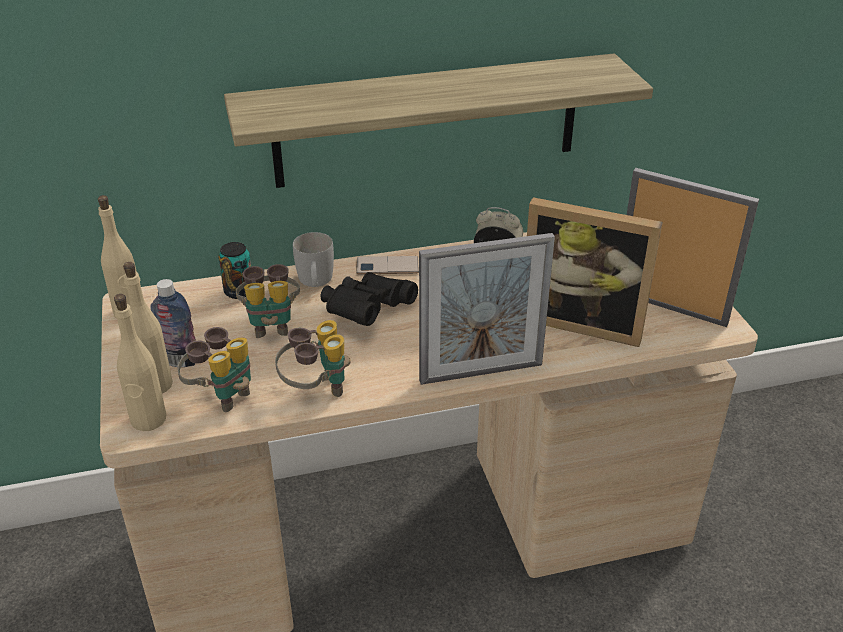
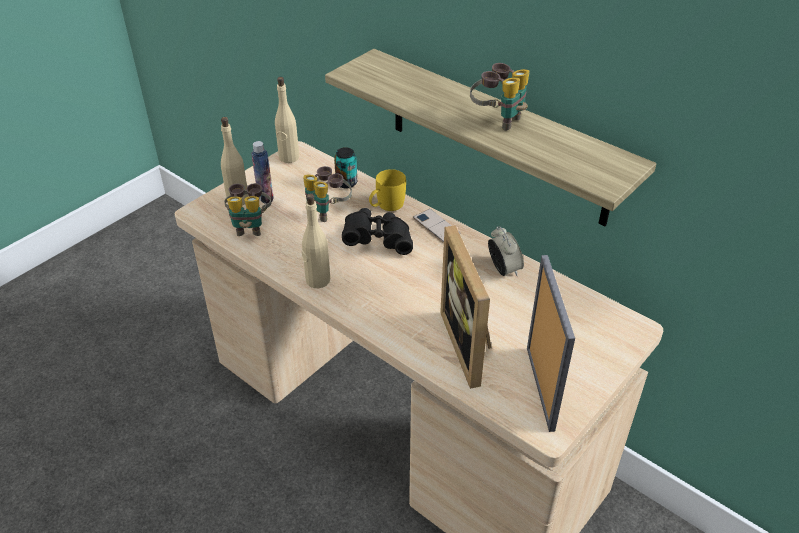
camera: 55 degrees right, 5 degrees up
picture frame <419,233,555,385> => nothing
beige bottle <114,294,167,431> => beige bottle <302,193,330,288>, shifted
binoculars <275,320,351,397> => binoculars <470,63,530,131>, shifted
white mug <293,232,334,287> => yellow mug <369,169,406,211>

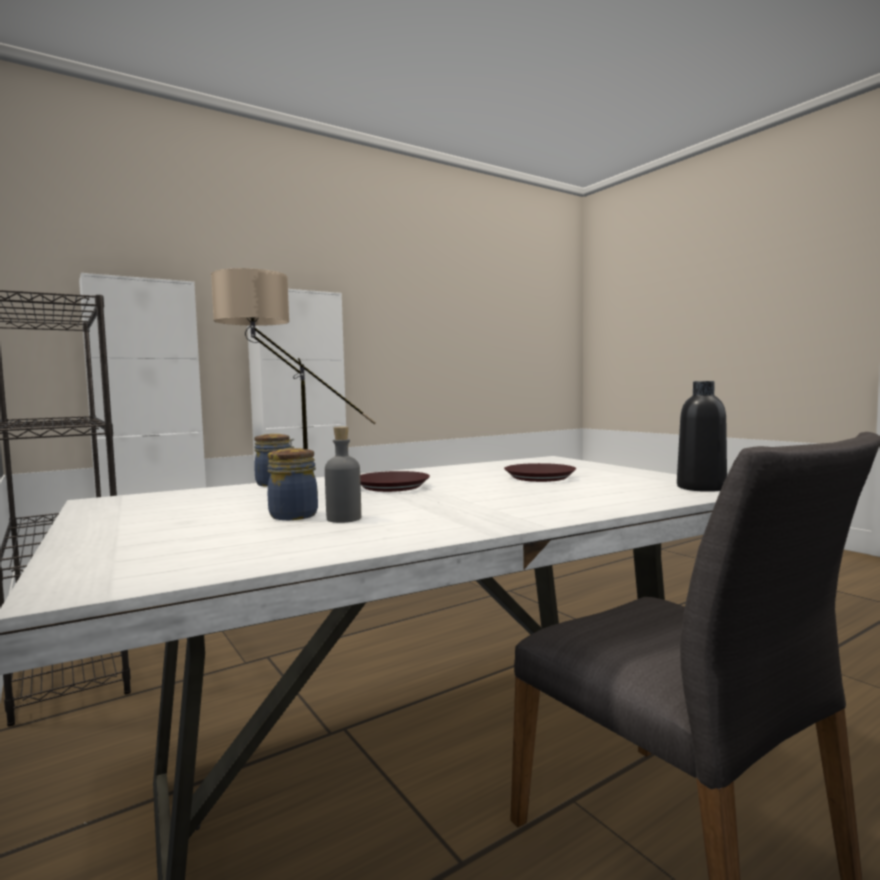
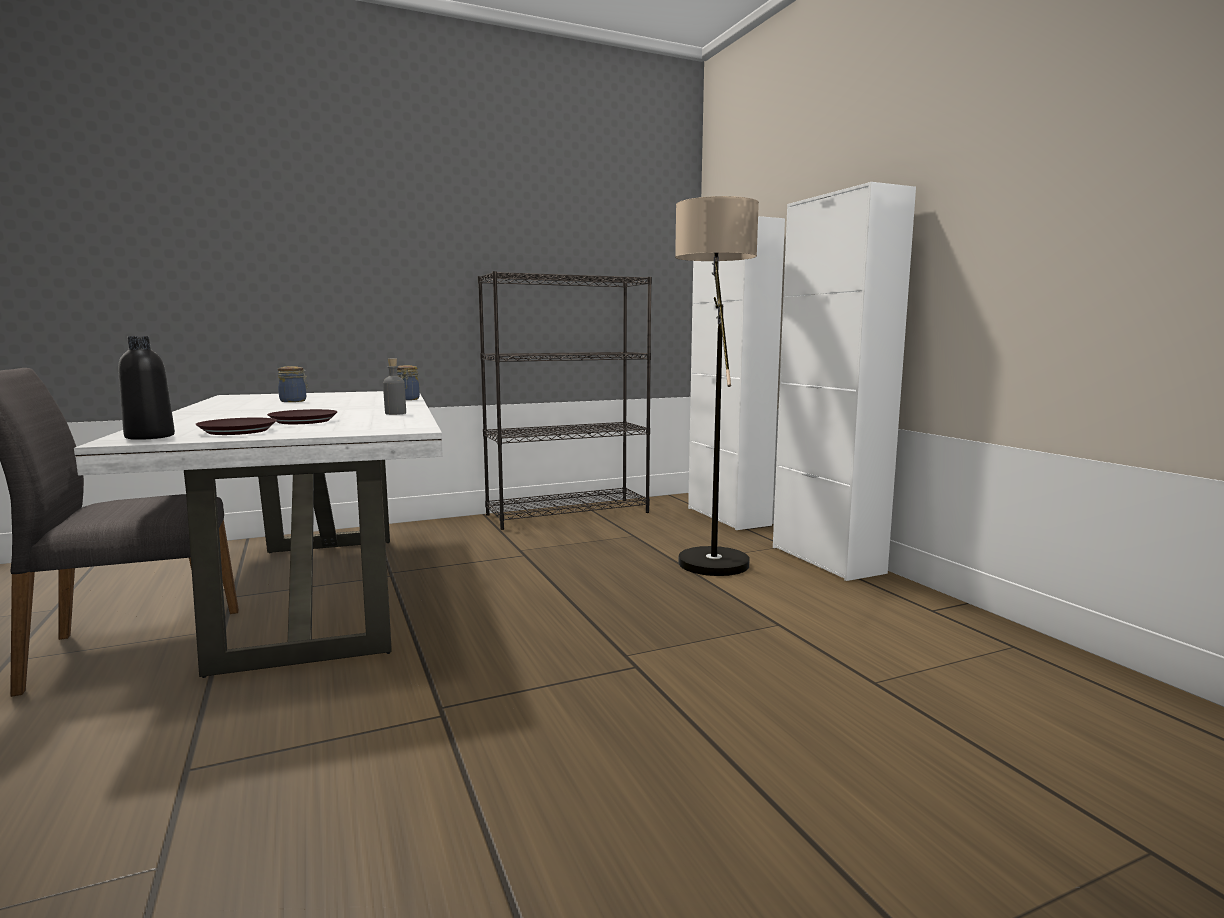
camera: 100 degrees right, 5 degrees up
grey bottle <325,426,361,523> => grey bottle <383,359,406,415>, shifted
brown plate <360,471,430,492> => brown plate <195,418,277,435>, shifted

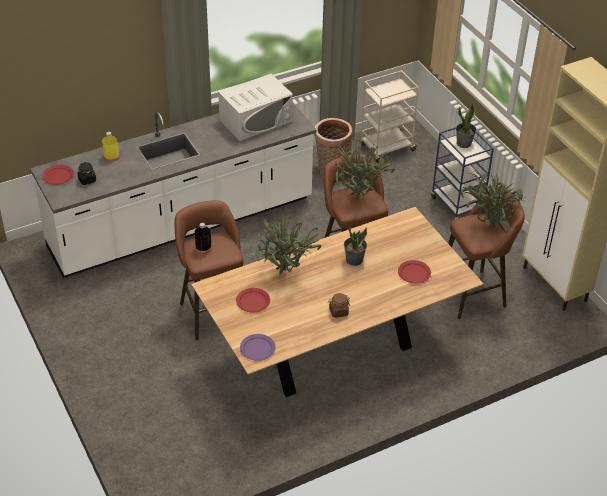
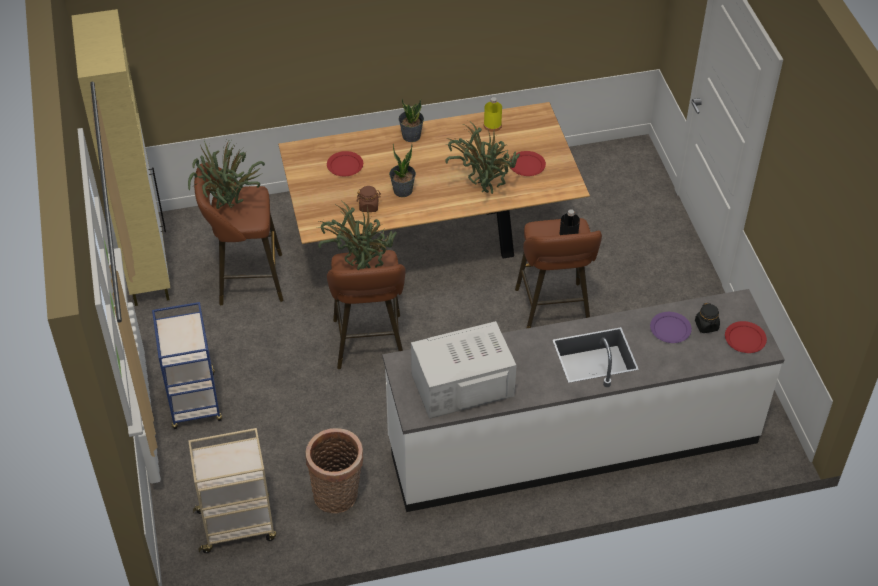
camera: 165 degrees left, 5 degrees up
yellow bottle <102,132,119,162> => yellow bottle <484,97,502,132>, shifted
purple plate <240,334,276,361> => purple plate <650,312,692,343>, shifted
brown jar <328,293,350,318> => brown jar <357,186,381,212>, shifted
potted plant <456,104,476,148> => potted plant <399,98,424,142>, shifted

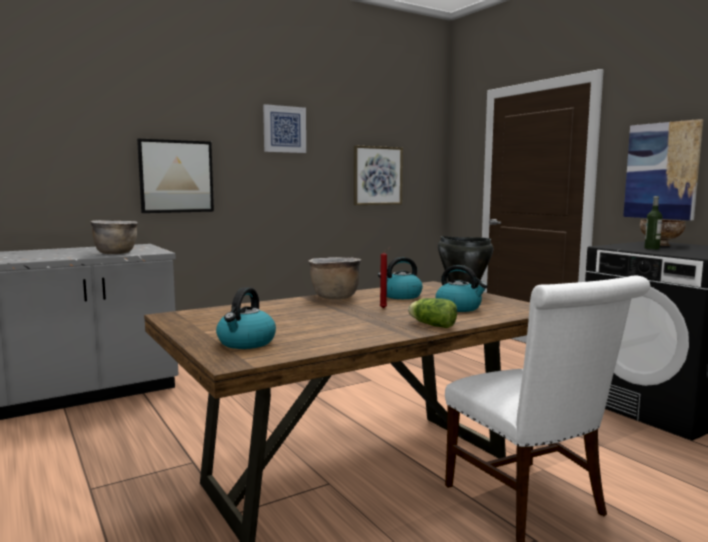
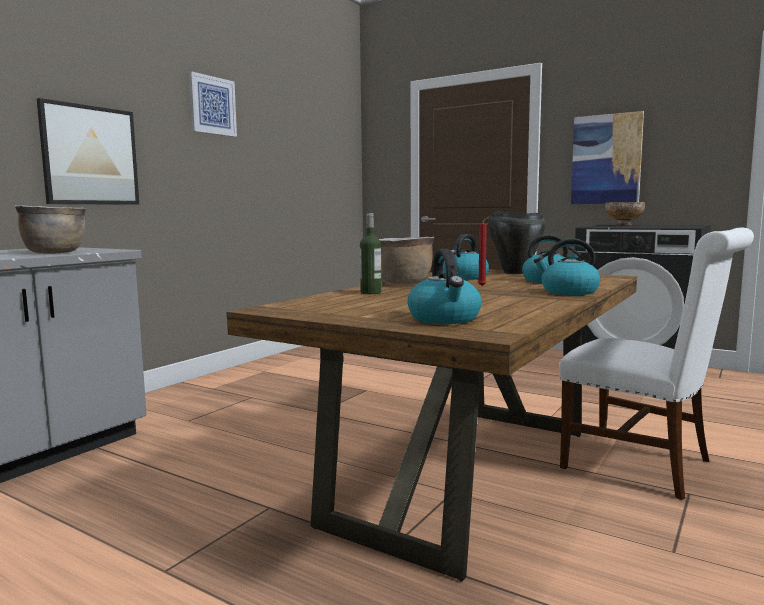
camera: 25 degrees left, 0 degrees up
picture <354,145,403,205> => nothing
bottle <644,196,662,249> => bottle <360,213,381,294>, shifted
lettuce <408,298,457,328> => kettle <533,238,600,295>

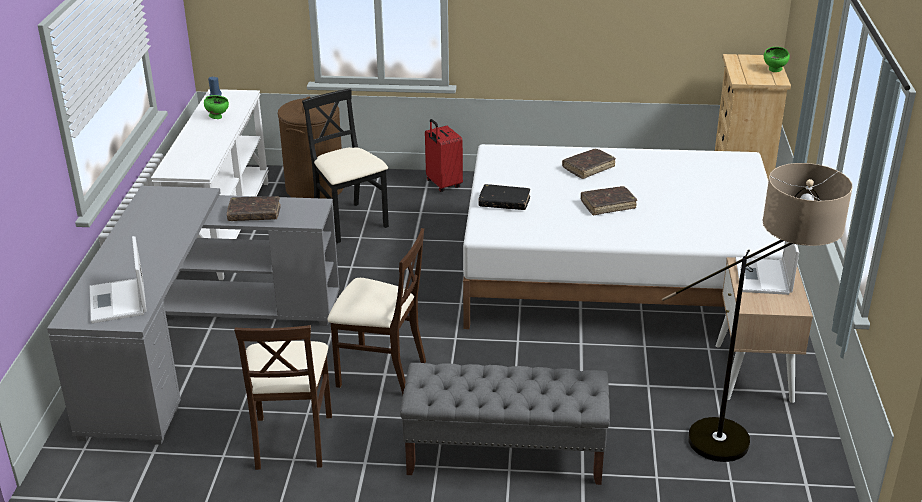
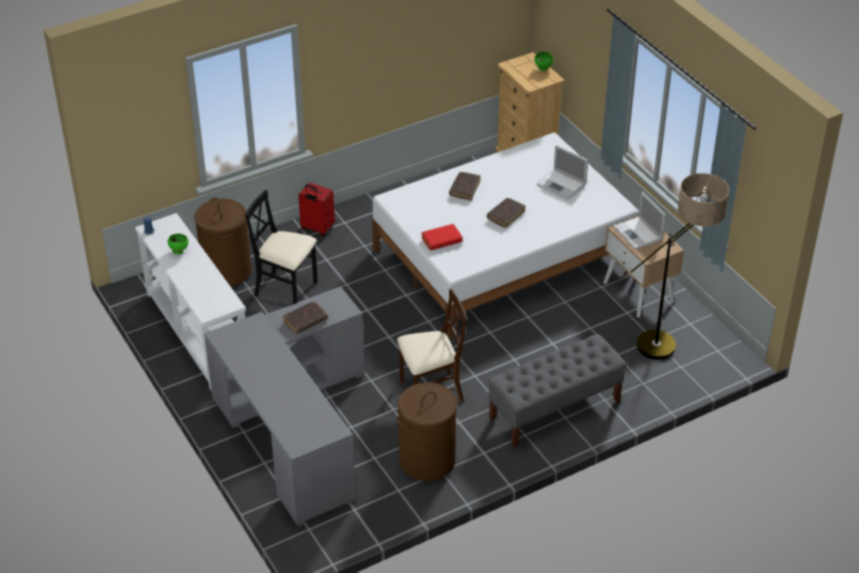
camera: 35 degrees left, 10 degrees up
laptop <90,236,147,323> => laptop <536,145,588,199>, shifted
beige chair <234,325,332,470> => brown laundry basket <396,383,459,481>
black book <478,184,530,210> => red book <421,224,463,250>

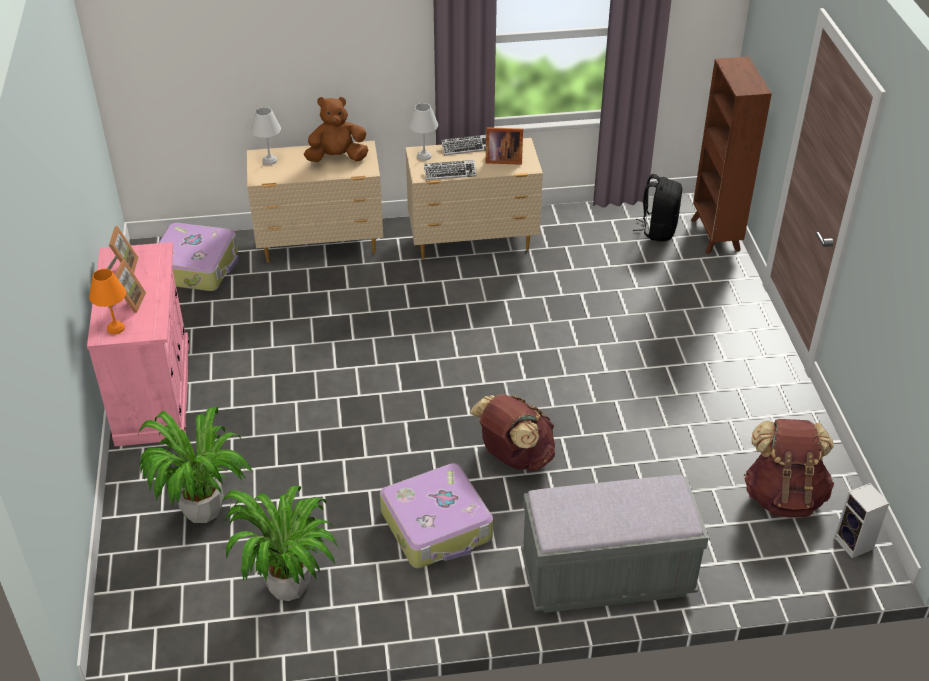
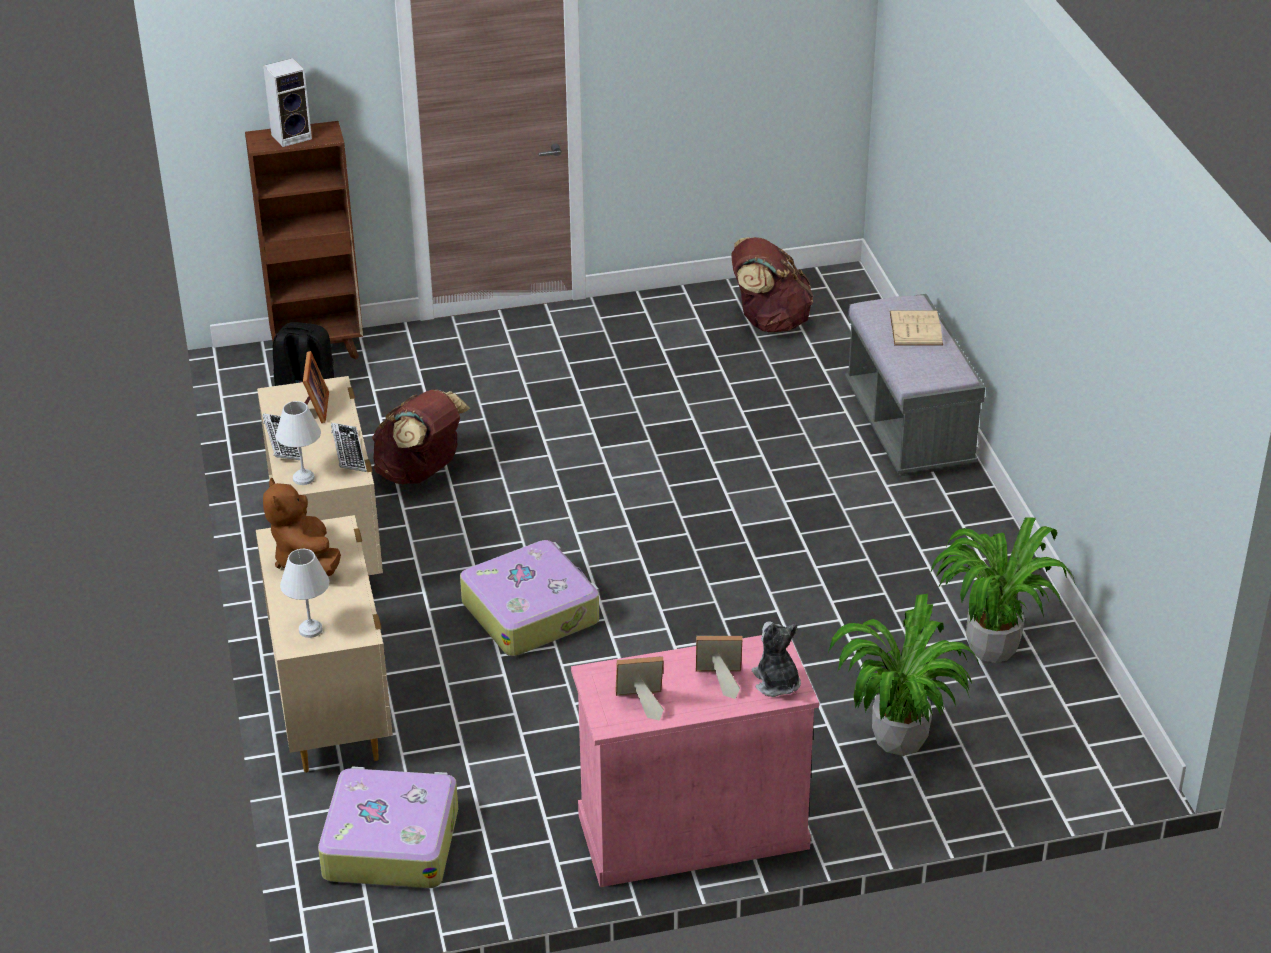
camera: 95 degrees left, 5 degrees down
nothing => beige book <890,311,943,345>
suitcase <380,463,493,568> => suitcase <460,540,599,656>, shifted
brown backpack <470,395,555,471> => brown backpack <372,390,470,484>, shifted
speaker <834,483,889,558> => speaker <263,58,312,147>, shifted
orange table lamp <89,269,126,334> => plush toy <752,621,801,697>

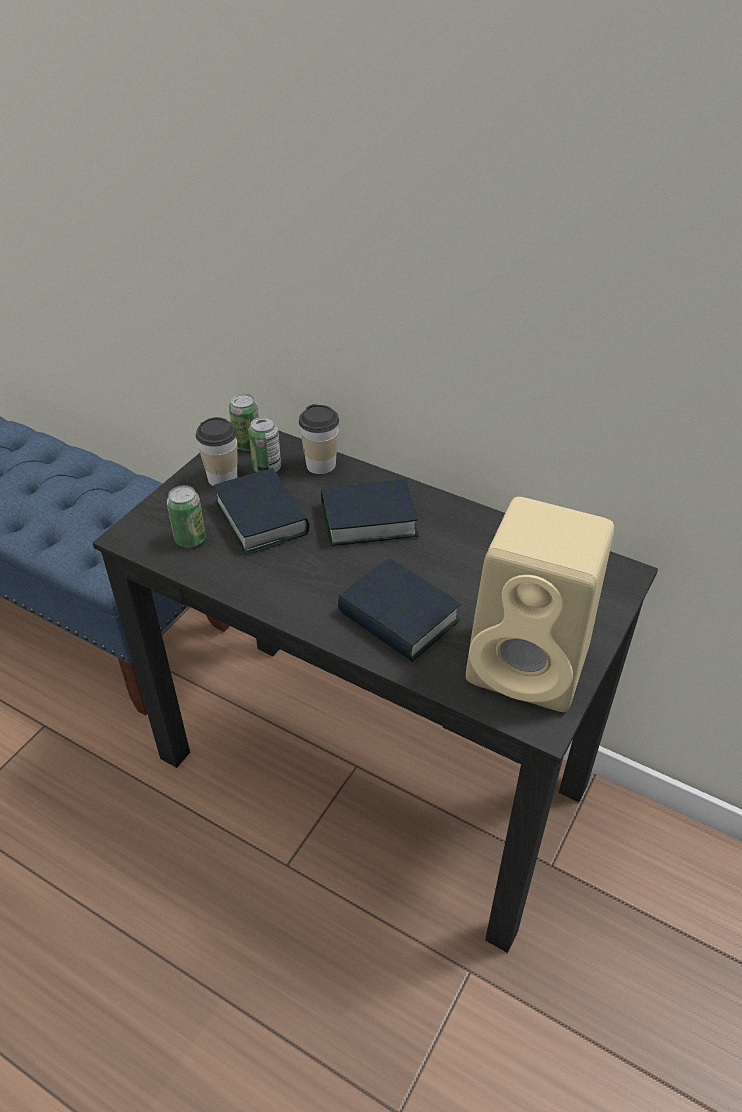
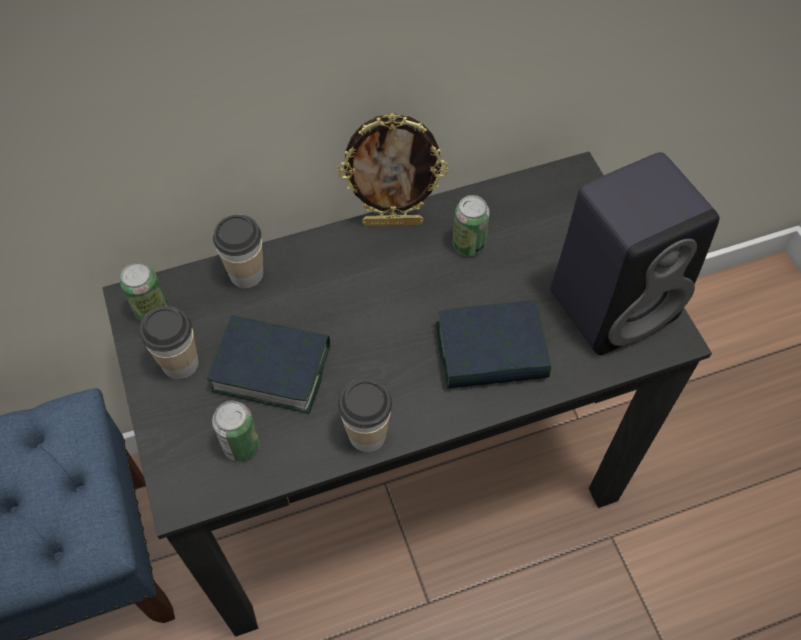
camera: 50 degrees left, 15 degrees up
book <321,479,419,546> => nothing
nothing => picture frame <337,113,448,226>
nothing => cup <338,378,392,452>
can <248,417,281,472> => can <453,195,490,256>, shifted
beige speaker <466,497,614,712> => black speaker <551,152,720,355>

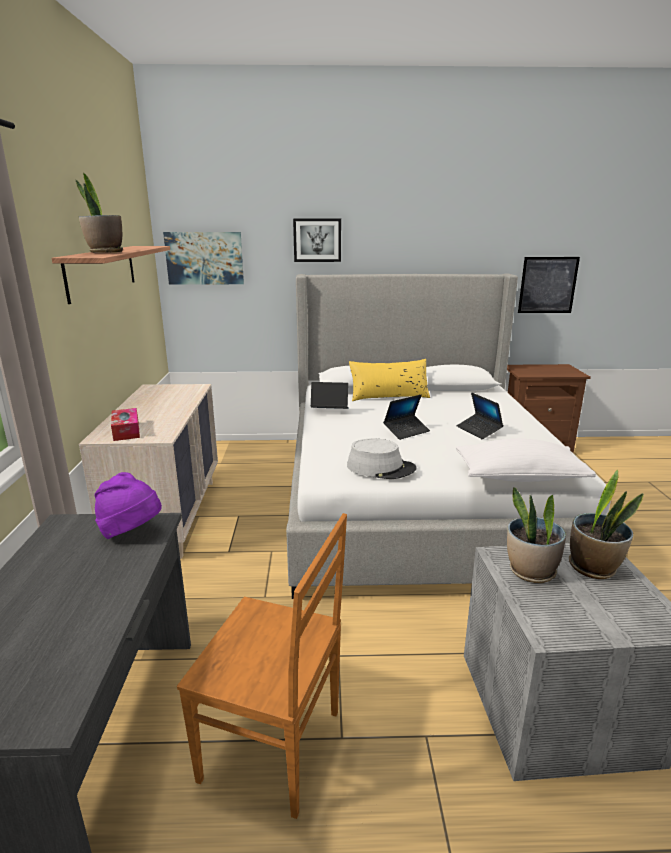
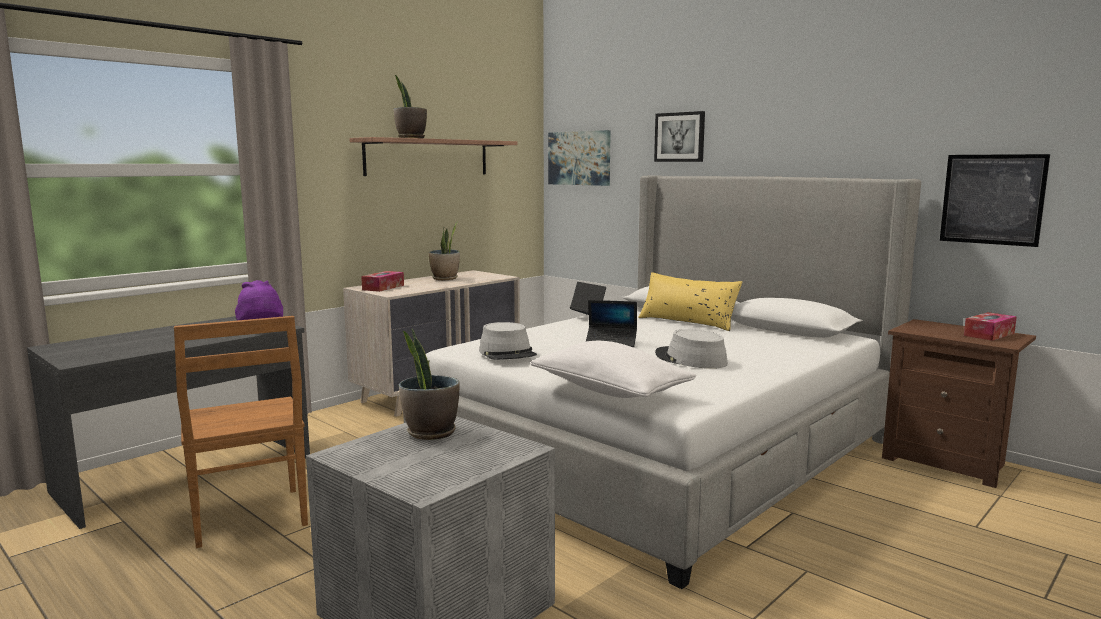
camera: 45 degrees right, 10 degrees down
nothing => tissue box <964,312,1017,341>
potted plant <569,470,644,579> => potted plant <429,221,460,280>, shifted
laptop <457,392,503,439> => grey hat <655,329,728,369>

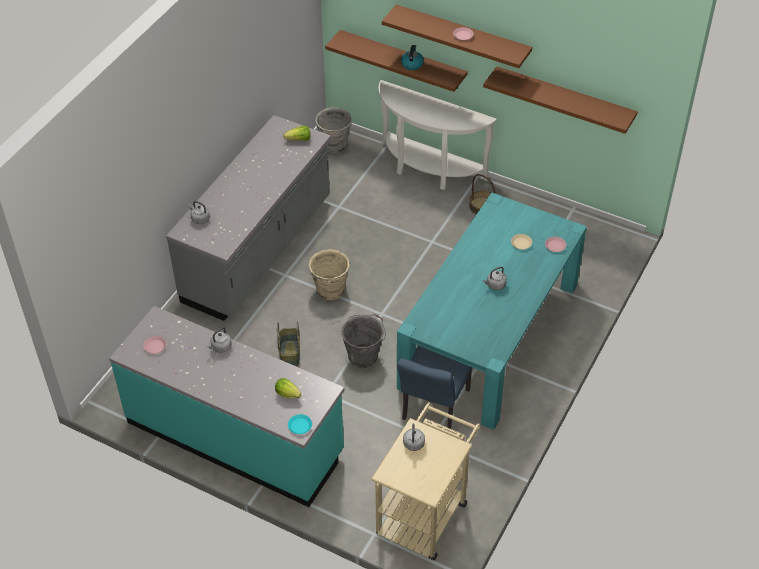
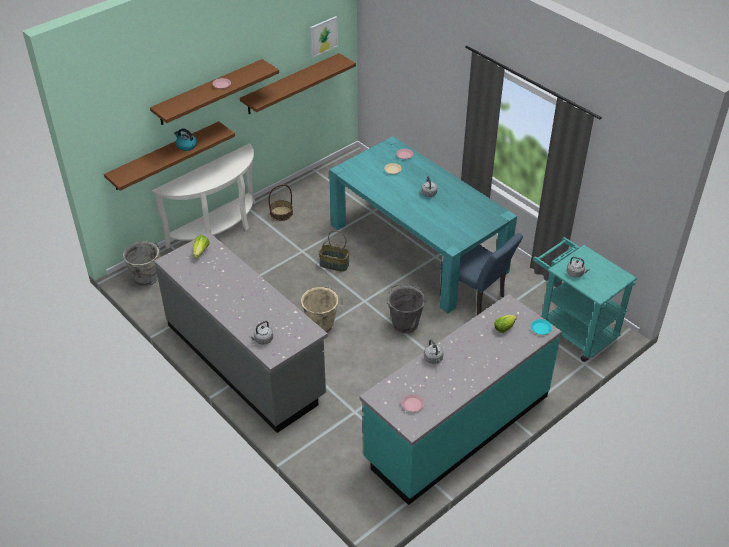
camera: 70 degrees left, 5 degrees down
nothing => picture <310,16,338,57>
basket <277,321,300,367> => basket <318,231,350,272>, shifted
beige cart <371,402,480,560> => turquoise cart <533,237,637,362>

